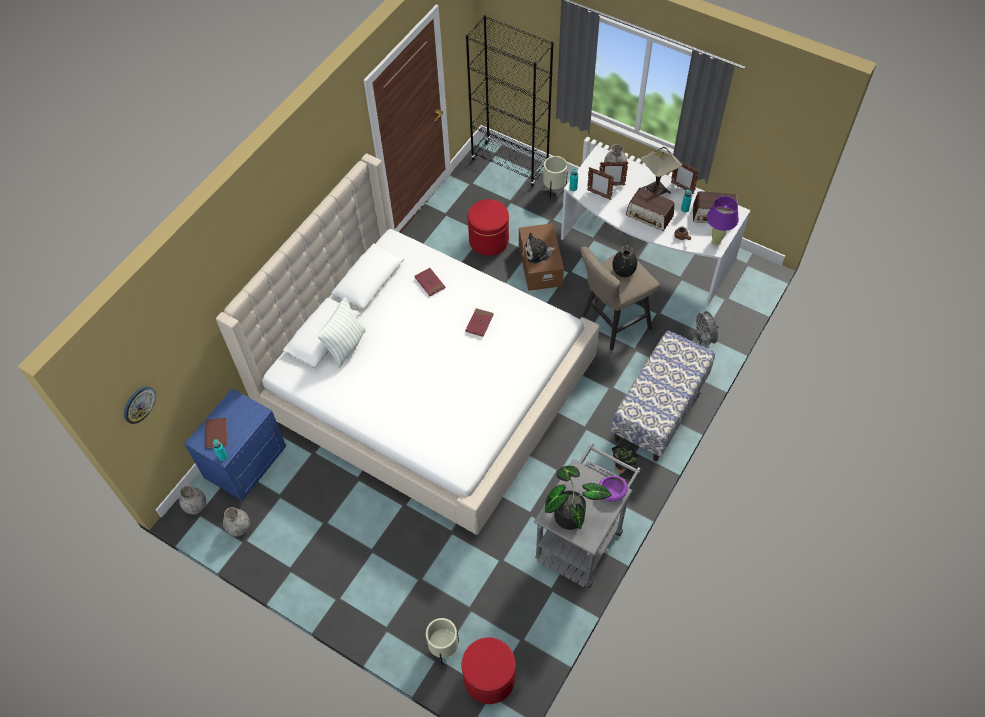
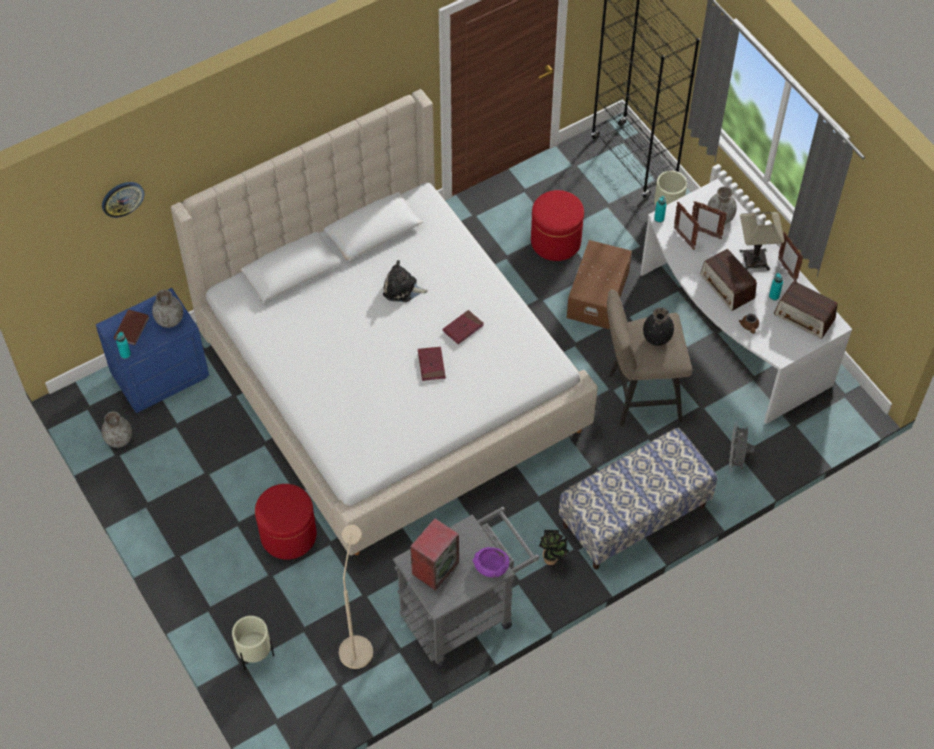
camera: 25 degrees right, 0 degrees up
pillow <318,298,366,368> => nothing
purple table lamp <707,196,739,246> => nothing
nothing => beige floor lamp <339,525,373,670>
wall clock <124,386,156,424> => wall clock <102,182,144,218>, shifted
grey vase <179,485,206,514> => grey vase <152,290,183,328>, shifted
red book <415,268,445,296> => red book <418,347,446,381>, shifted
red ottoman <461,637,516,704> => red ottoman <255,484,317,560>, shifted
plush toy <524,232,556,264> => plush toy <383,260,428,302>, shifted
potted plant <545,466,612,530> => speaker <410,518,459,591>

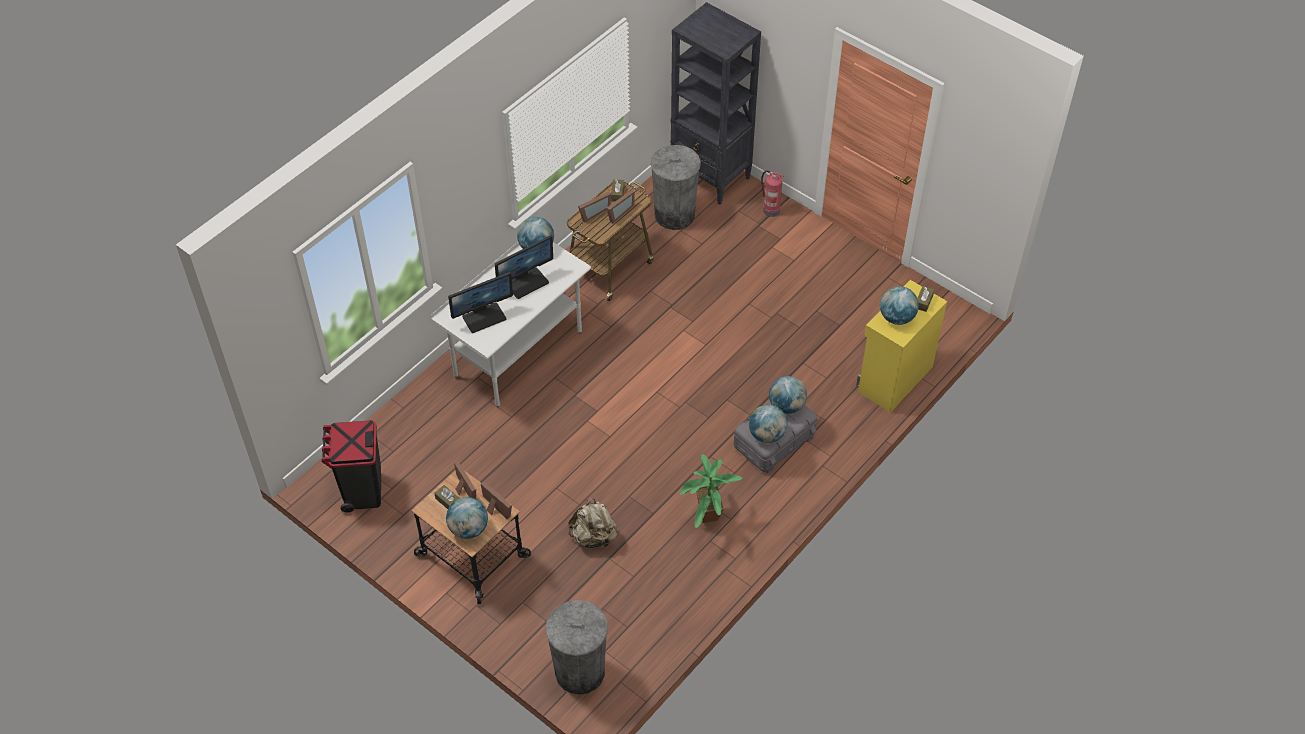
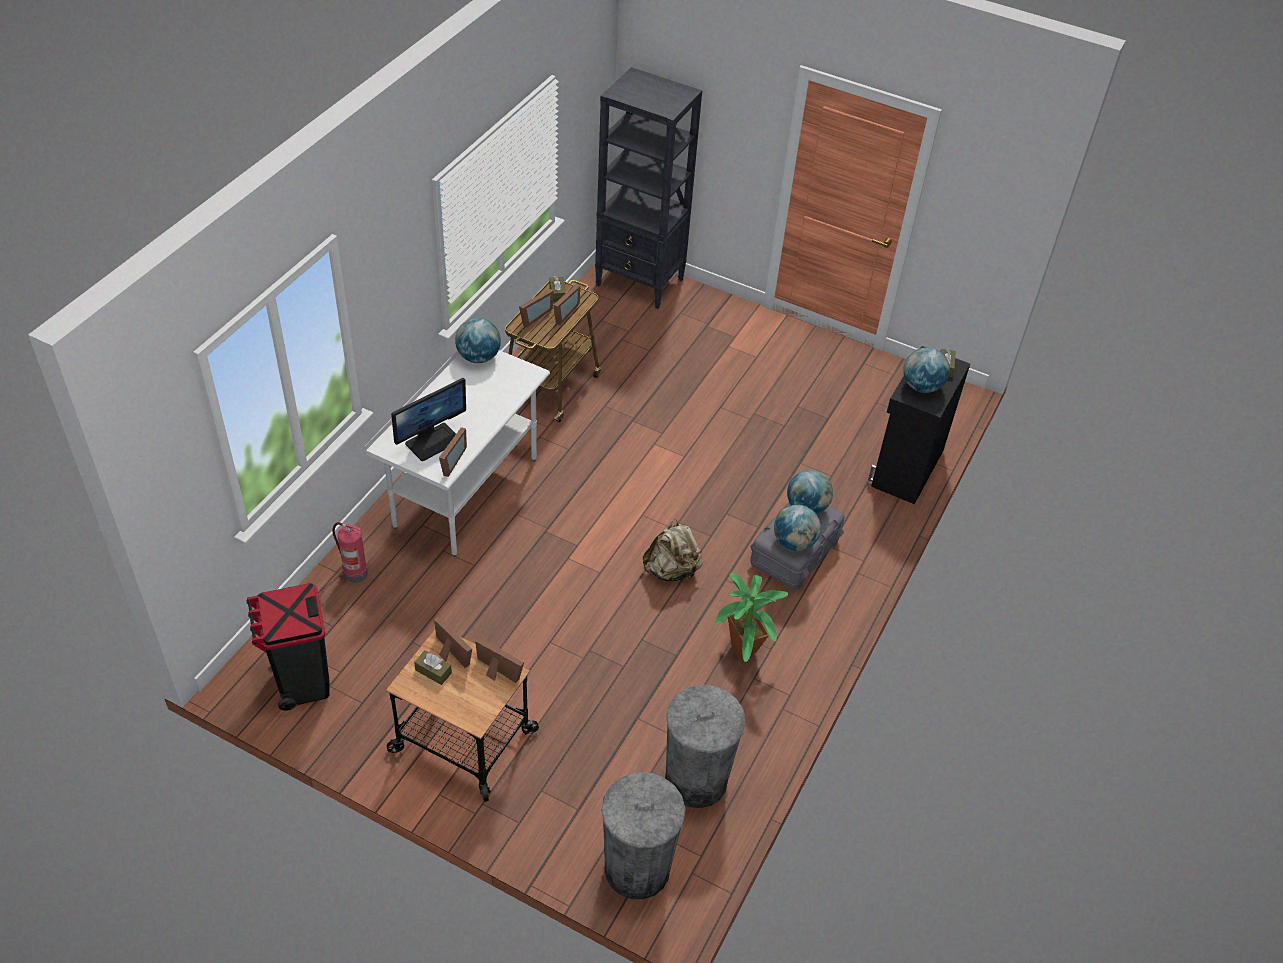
camera: 15 degrees left, 5 degrees down
globe <446,497,488,539> => nothing
monitor <495,235,553,299> => nothing
nothing => picture frame <439,427,467,477>
beige backpack <568,498,617,549> => beige backpack <643,519,703,582>, shifted
grey trash can <651,145,701,230> => grey trash can <665,685,746,808>, shifted
fire extinguisher <761,170,784,217> => fire extinguisher <333,522,368,583>, shifted
yellow cabinet <856,280,947,413> => black cabinet <868,346,970,504>

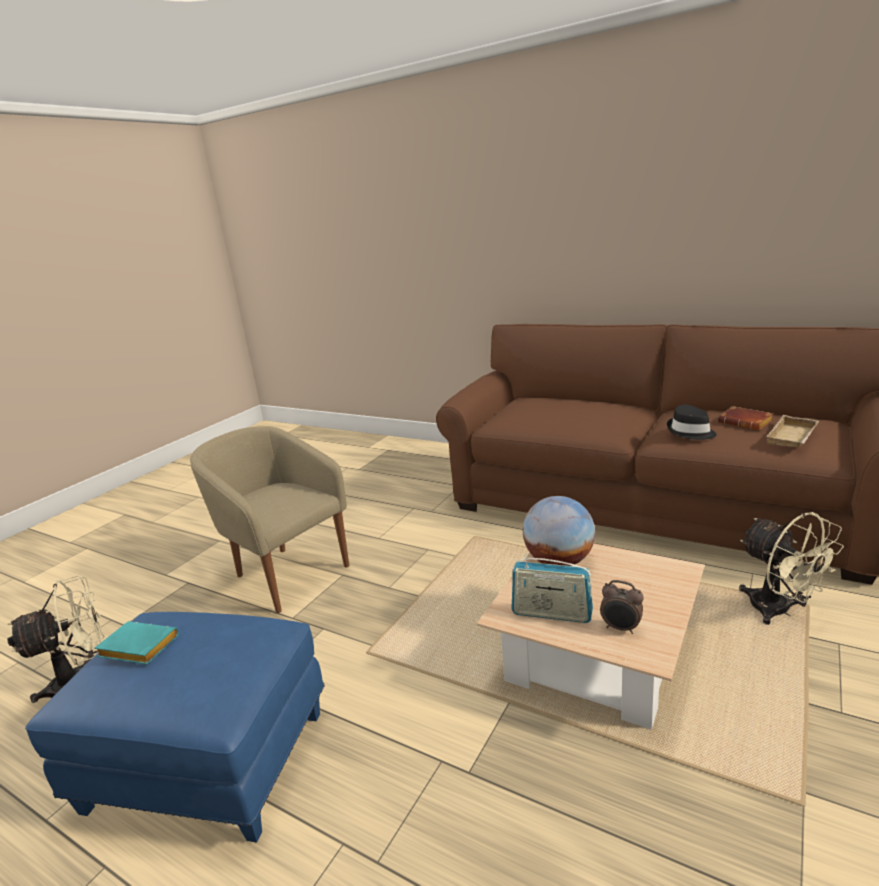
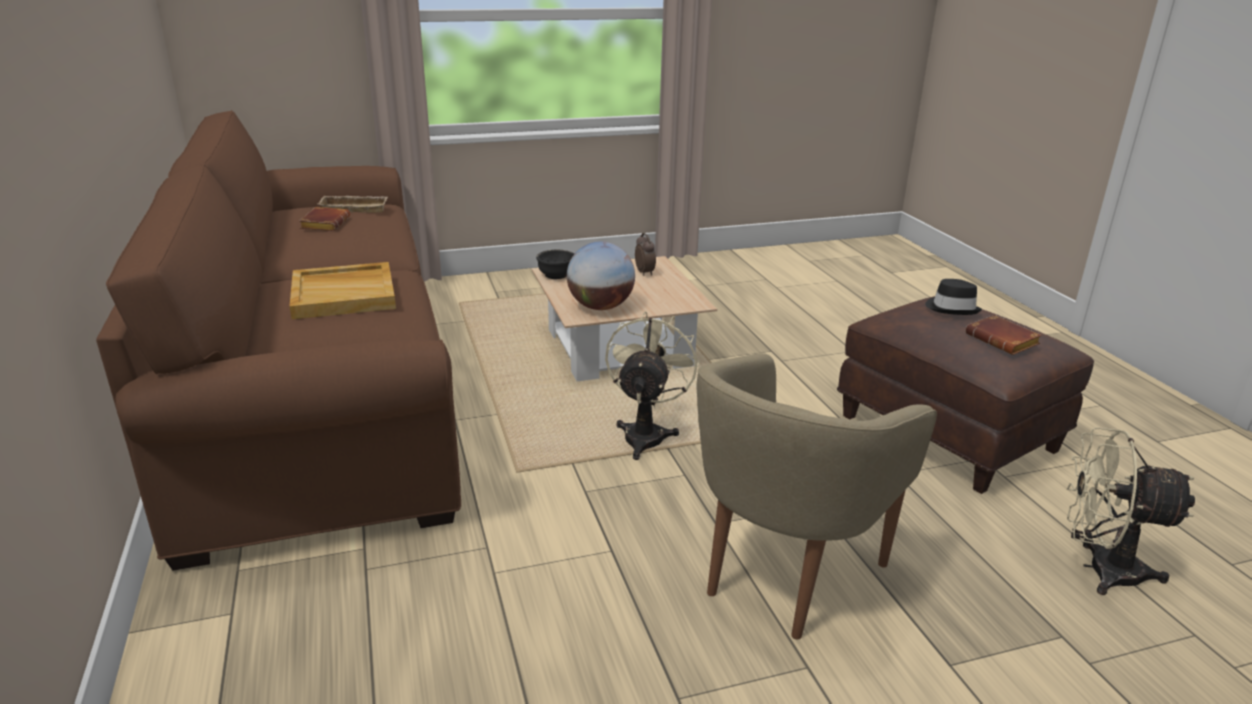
camera: 140 degrees left, 5 degrees up
radio <511,555,593,623> => nothing
nothing => beige tray <289,262,396,319>
nothing => black bowl <536,250,574,279>
black hat <667,405,717,440> => black hat <925,279,982,315>, shifted
beige fan <739,512,844,625> => beige fan <605,311,699,460>, shifted
blue ottoman <25,612,325,843> => brown ottoman <837,296,1094,494>
turquoise book <94,621,178,664> => brown book <966,315,1042,355>
beige armchair <190,426,349,613> => beige armchair <697,353,937,639>, 45 degrees clockwise

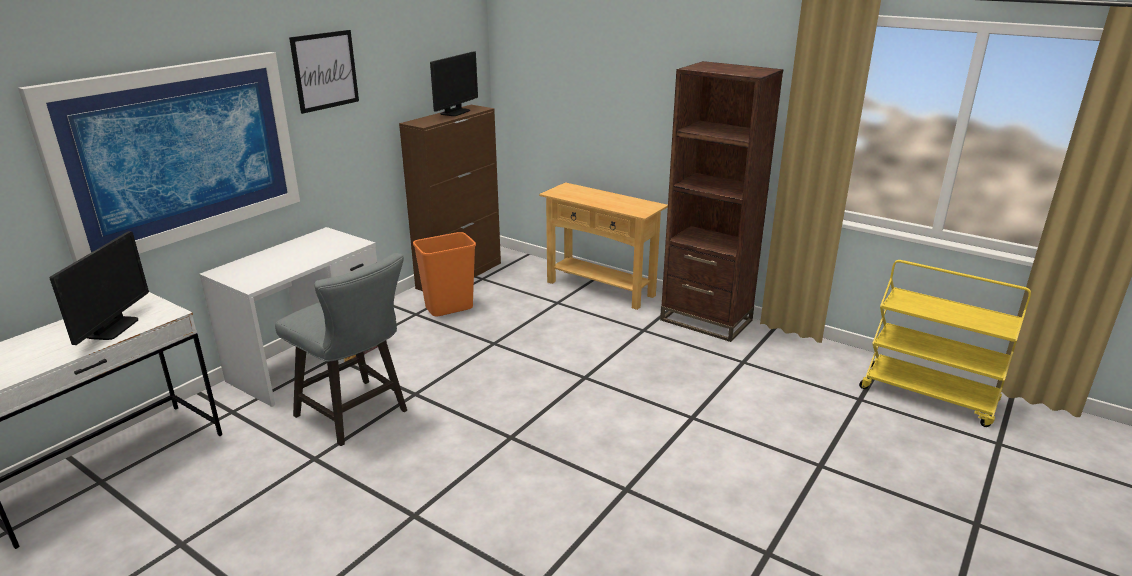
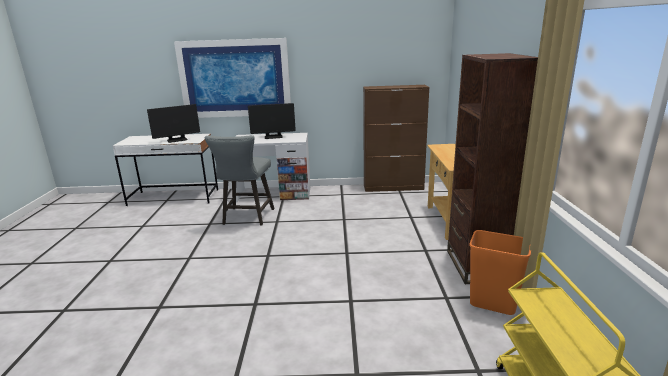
camera: 55 degrees right, 5 degrees down
picture <289,30,359,114> => nothing
orange trash can <413,232,476,316> => orange trash can <469,230,531,315>, shifted
monitor <430,51,478,116> => monitor <248,103,296,139>, shifted

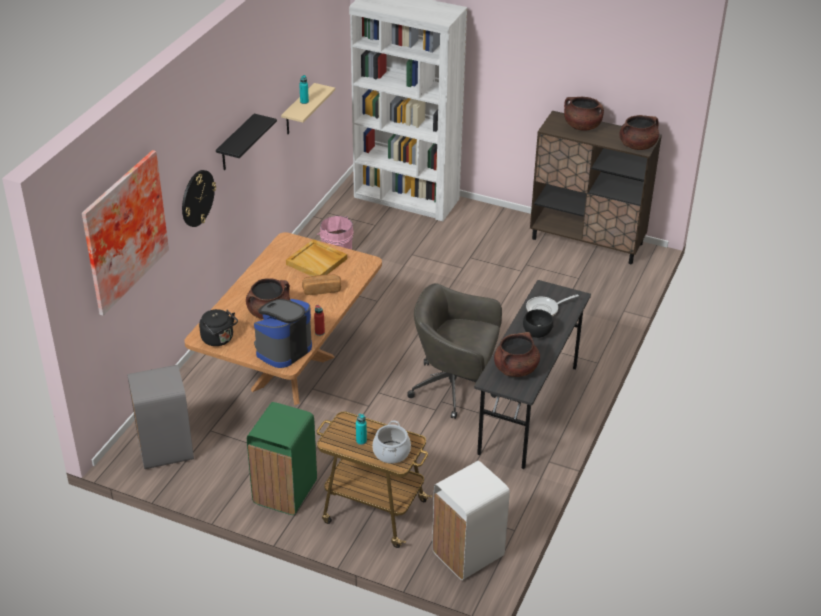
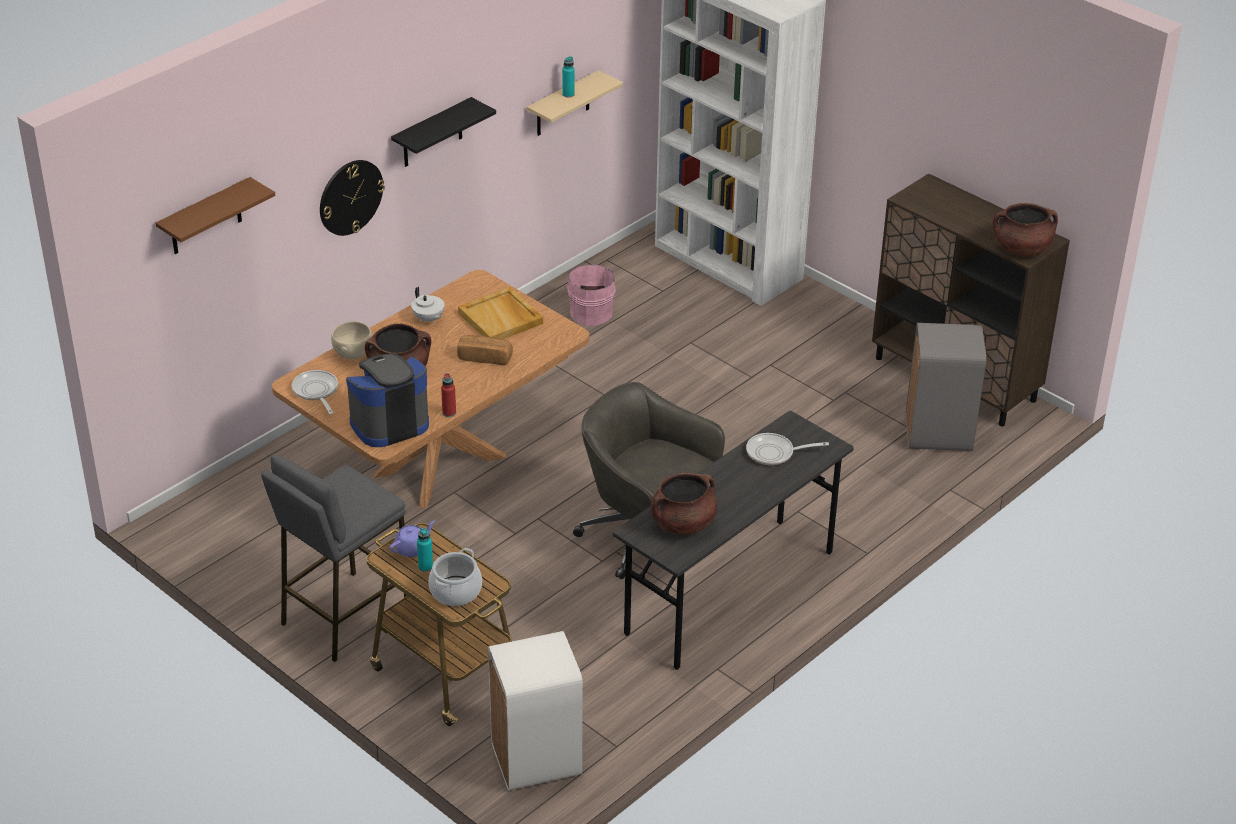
camera: 20 degrees right, 0 degrees up
black bowl <523,309,553,338> => nothing
brown cooking pot <564,97,604,131> => nothing
nothing => beige bowl <331,321,373,360>
nothing => purple teapot <389,521,435,557>
nothing => white teapot <411,287,444,323>
grey trash can <127,365,194,469> => grey trash can <906,323,986,451>, shifted
picture <82,150,169,316> => brown shelf <155,177,275,254>
black kettle <199,309,238,346> => frying pan <292,370,338,415>
green trash can <247,402,317,515> => grey stool <261,455,407,662>

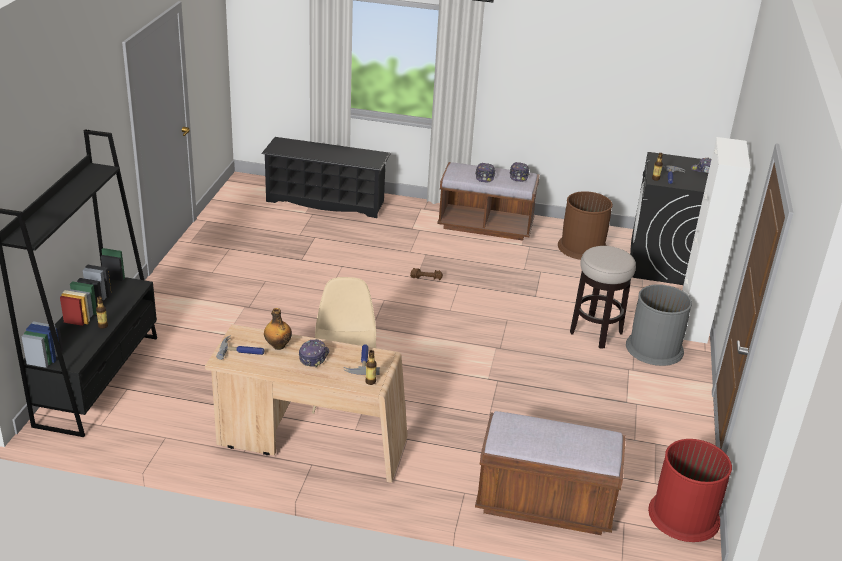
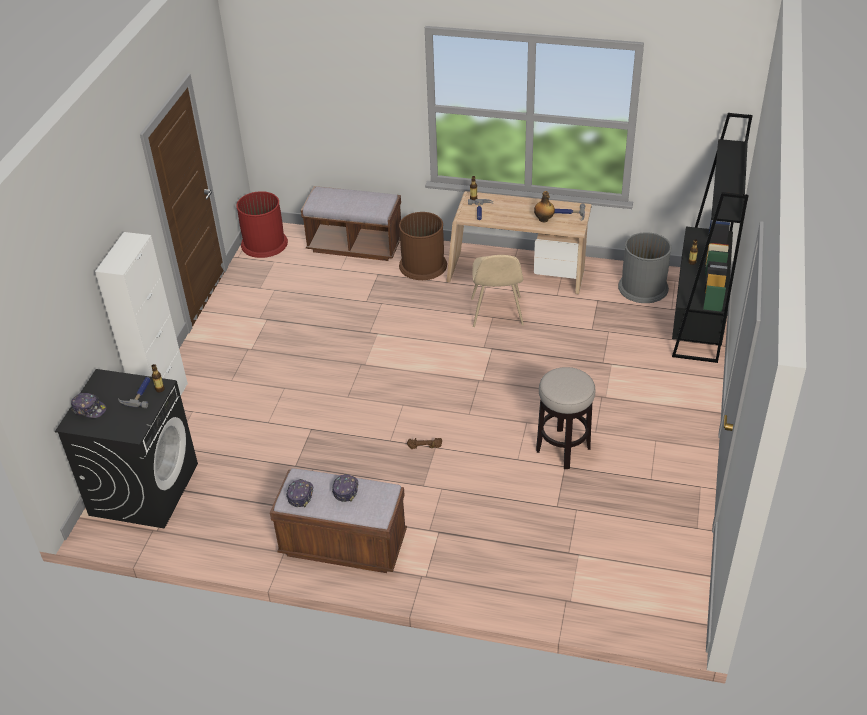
camera: 175 degrees left, 10 degrees up
black shoe rack <262,137,391,218> => nothing
cap <299,339,329,368> => nothing
brown trash can <558,191,613,260> => brown trash can <399,212,447,280>, shifted
stool <570,246,636,349> => stool <536,367,596,469>, shifted
grey trash can <626,284,692,366> => grey trash can <618,232,671,303>, shifted

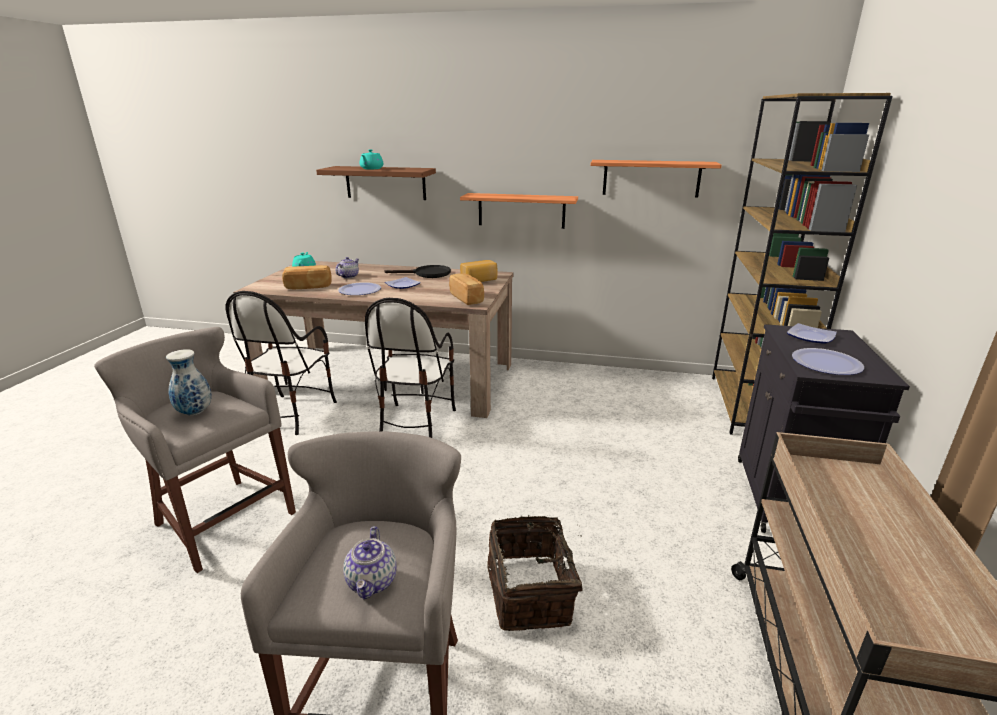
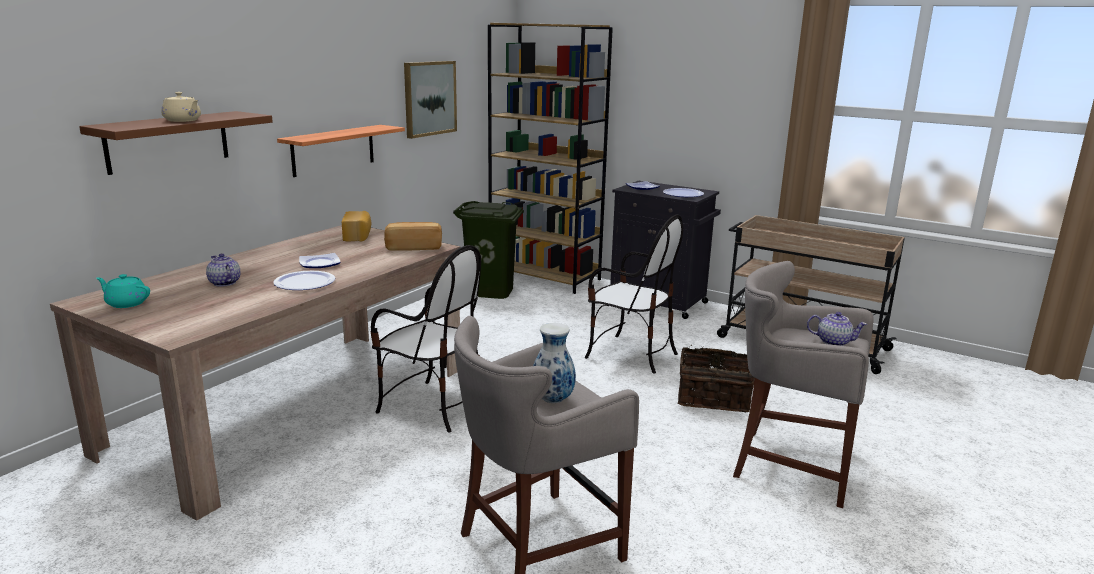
camera: 70 degrees left, 5 degrees down
bread <282,265,332,289> => nothing
black frying pan <385,265,451,278> => nothing
nothing => green trash can <453,201,524,299>
chair <226,291,337,435> => chair <585,214,683,374>, shifted
shelf <591,160,722,198> => picture <404,61,457,139>
turquoise teapot <360,149,383,169> => beige teapot <161,92,201,122>

